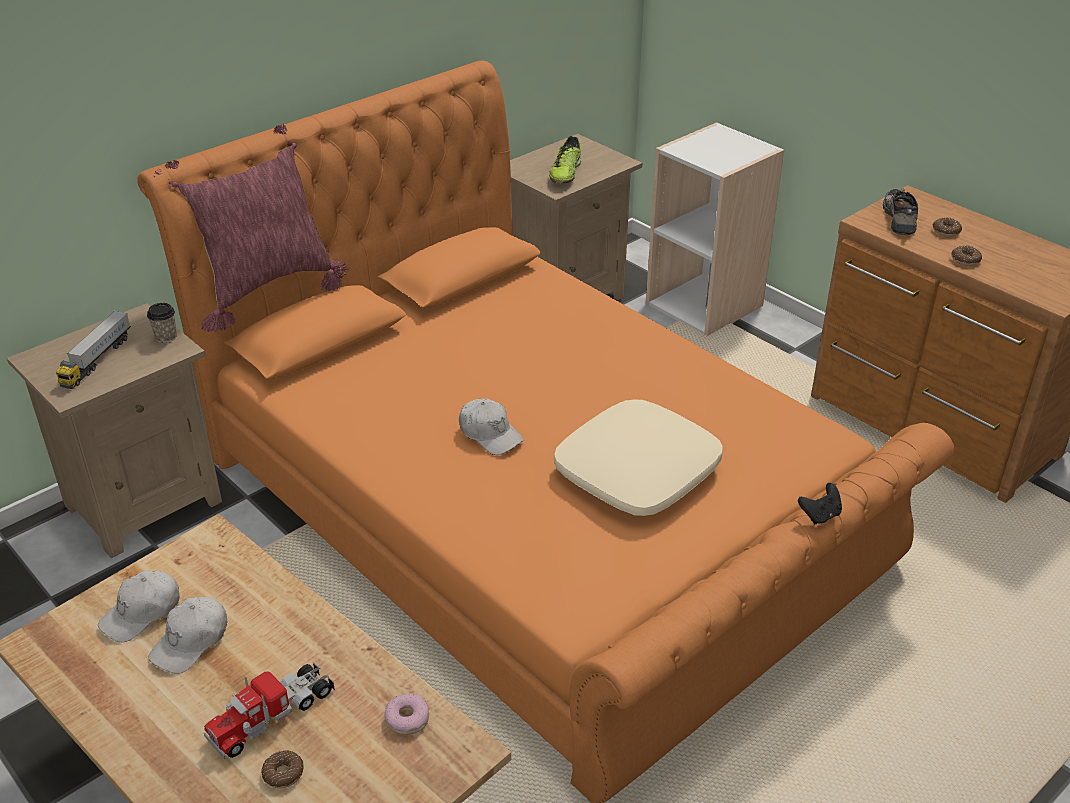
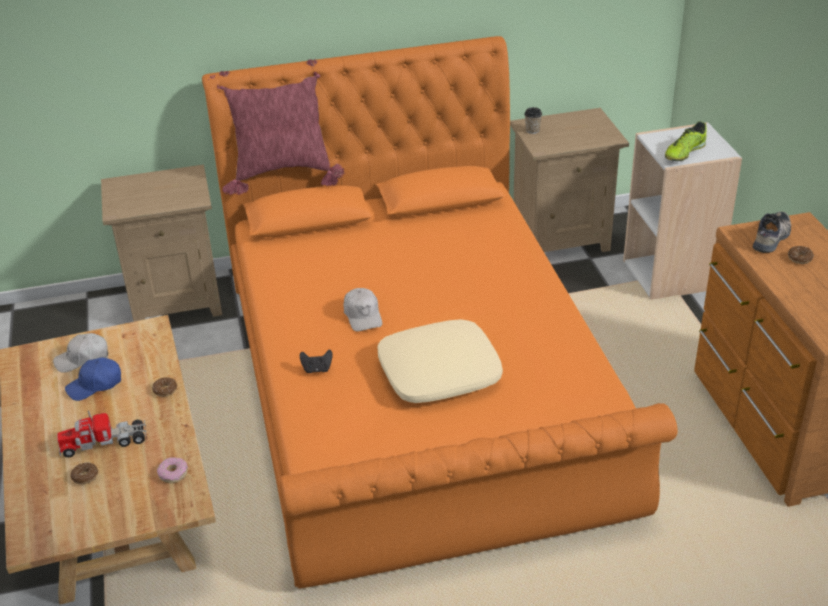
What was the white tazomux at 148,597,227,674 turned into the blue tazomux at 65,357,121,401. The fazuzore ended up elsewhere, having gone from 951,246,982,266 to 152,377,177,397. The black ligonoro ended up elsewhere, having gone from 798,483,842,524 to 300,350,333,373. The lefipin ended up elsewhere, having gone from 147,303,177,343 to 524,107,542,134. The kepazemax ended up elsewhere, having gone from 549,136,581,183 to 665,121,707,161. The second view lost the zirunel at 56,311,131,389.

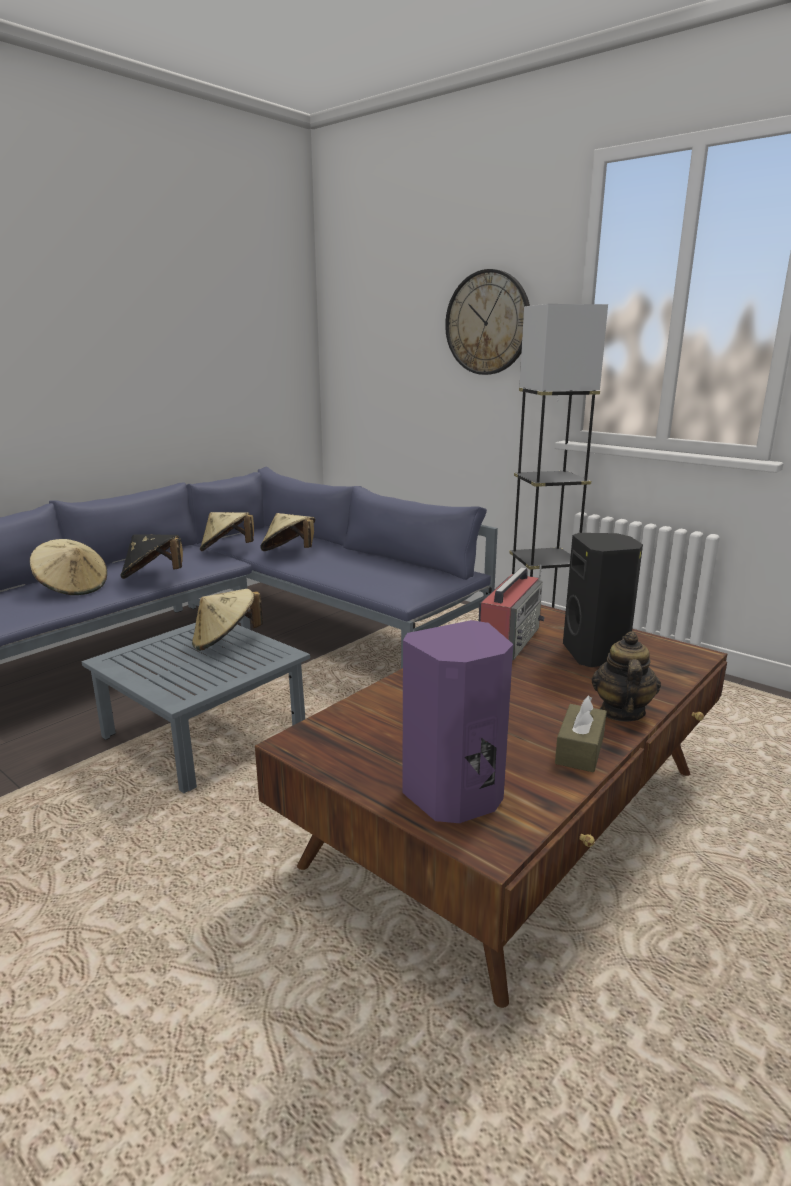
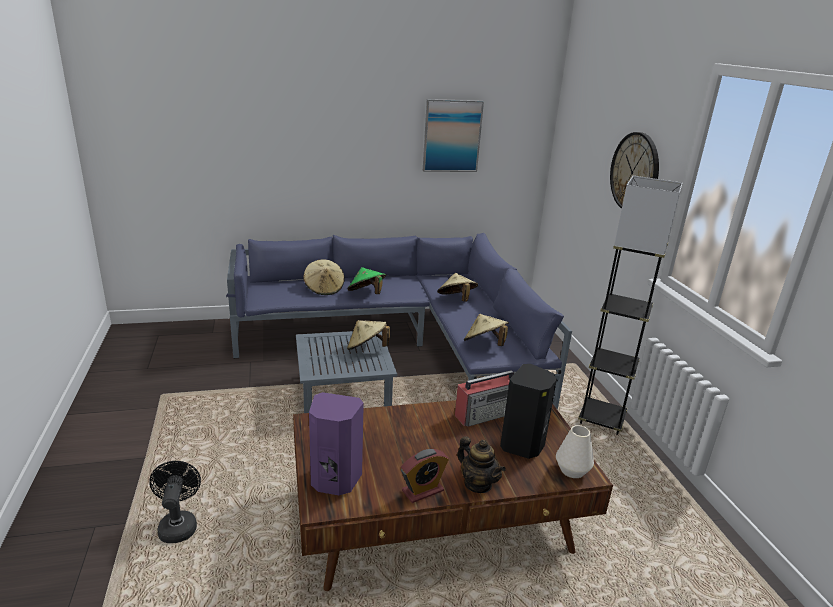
The second view gained the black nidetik at 149,461,201,543. What was the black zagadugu at 120,534,183,579 turned into the green zagadugu at 347,267,386,294. Where the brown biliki stood at 555,695,607,772, the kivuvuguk came to stand at 401,449,449,503. The second view gained the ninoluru at 423,99,484,172. The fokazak at 592,631,661,722 ended up facing another way, 90 degrees clockwise from before. The beige zagadugu ended up elsewhere, having gone from 200,512,254,551 to 464,314,509,346. The second view gained the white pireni at 556,425,594,478.

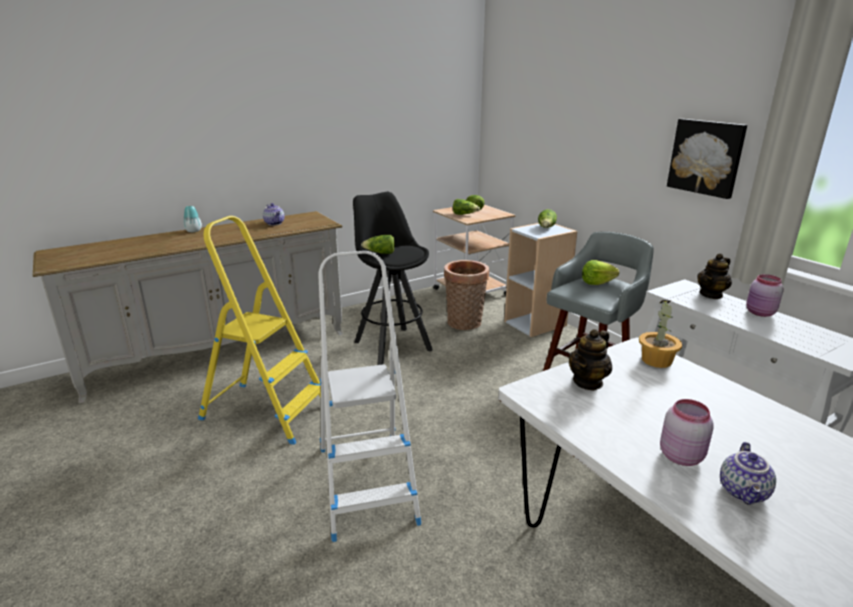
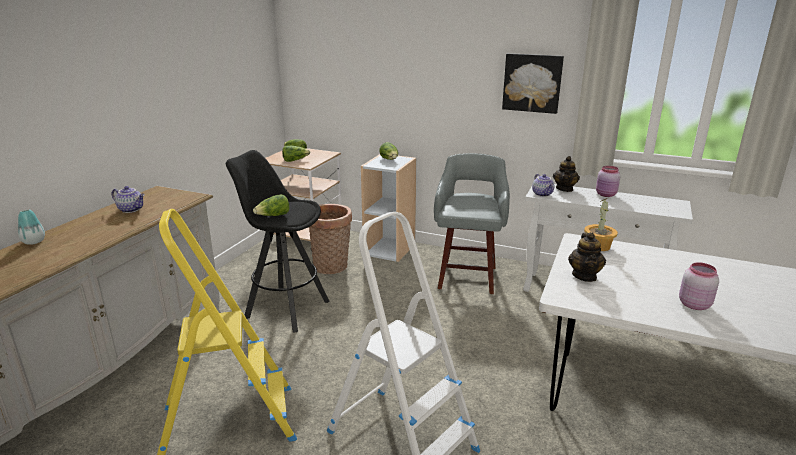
The fokazak ended up elsewhere, having gone from 720,442,776,504 to 532,174,554,197. The second view lost the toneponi at 582,260,619,285.

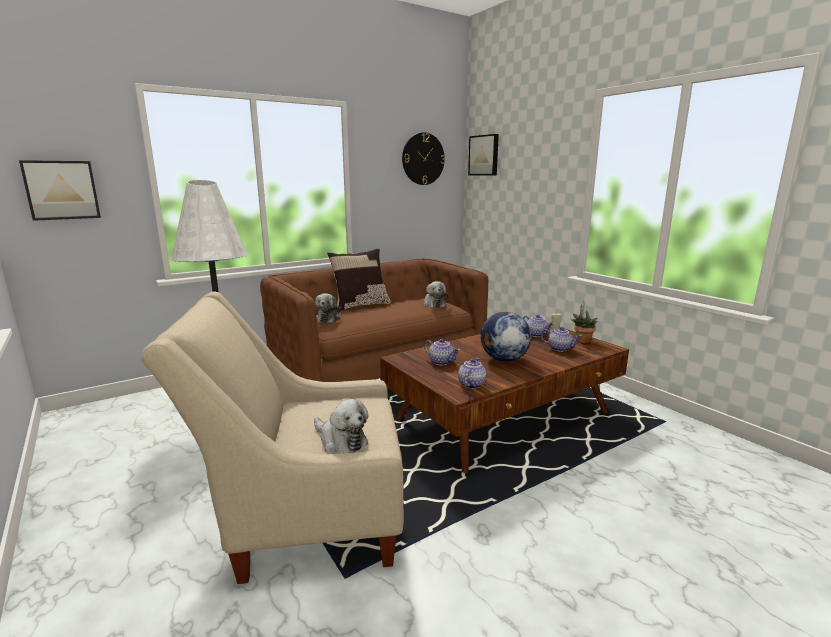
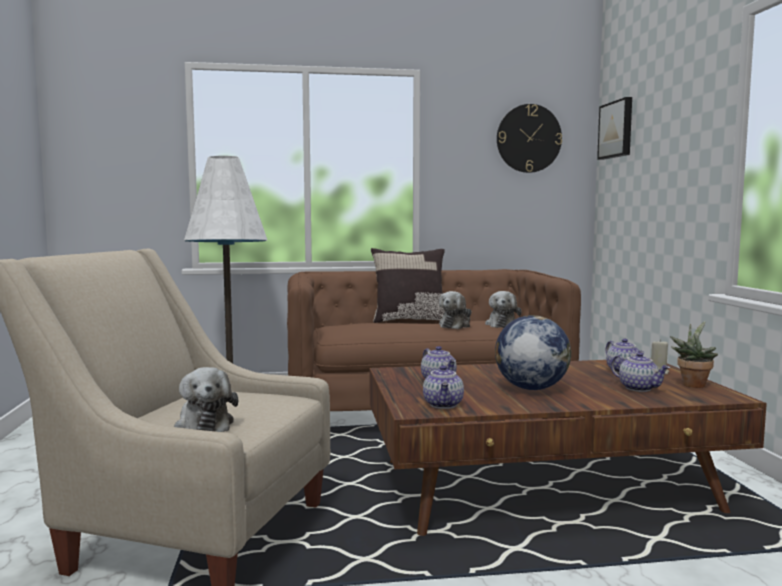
The fokazak at 458,358,487,389 ended up facing another way, 135 degrees clockwise from before. The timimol ended up elsewhere, having gone from 315,293,341,323 to 439,291,472,329. The second view lost the ninoluru at 19,160,101,221.

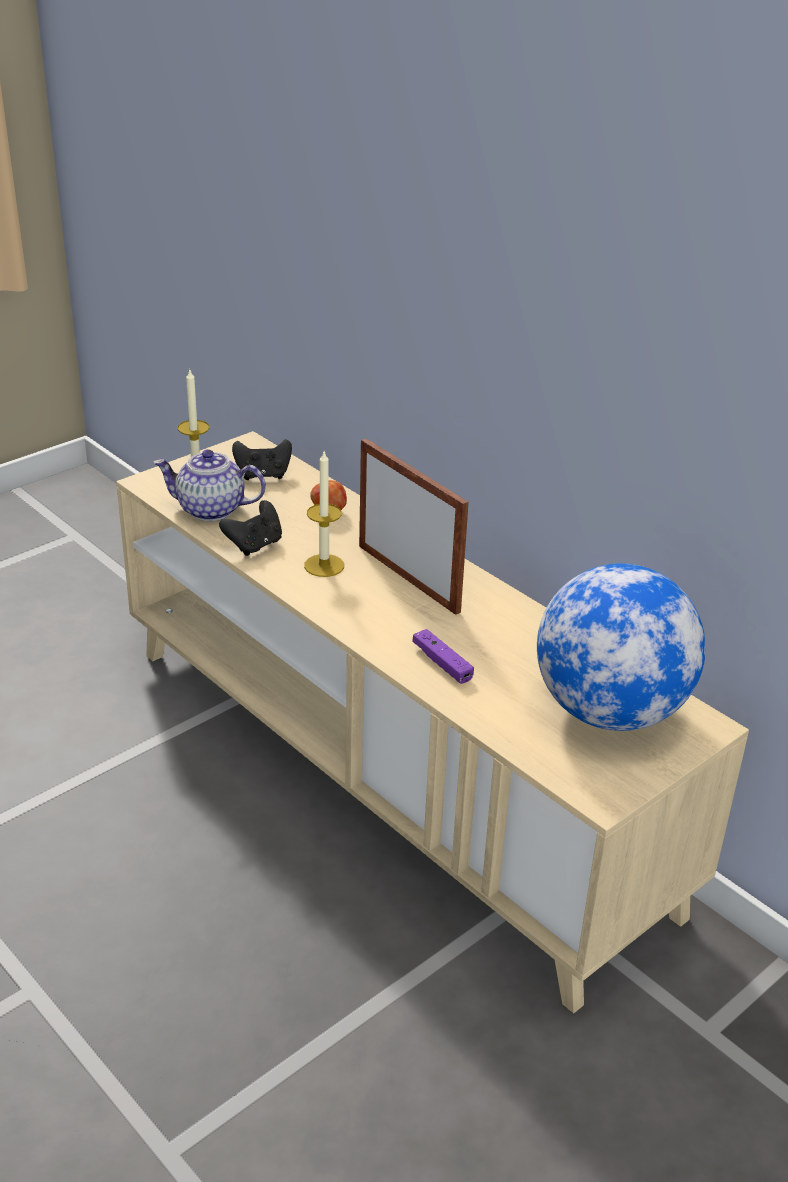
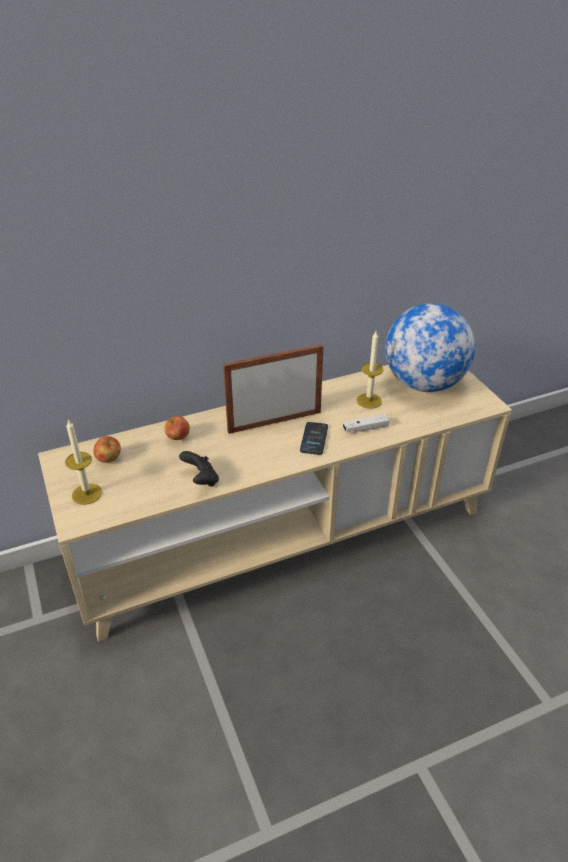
Where the black ligonoro stood at 232,439,292,480, the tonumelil came to stand at 93,436,121,462. The second view gained the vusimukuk at 300,422,328,455. What was the purple ligonoro at 412,629,474,684 turned into the white ligonoro at 343,414,390,433. The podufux ended up elsewhere, having gone from 304,452,344,577 to 357,331,383,409. The second view lost the fokazak at 153,449,266,521.

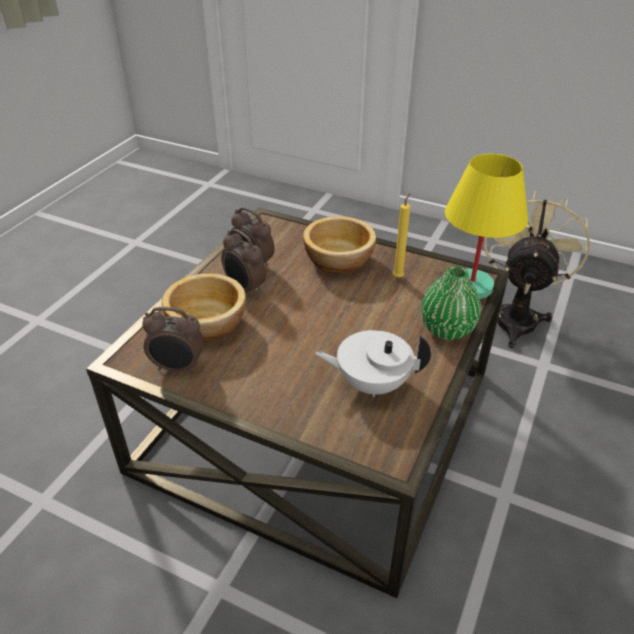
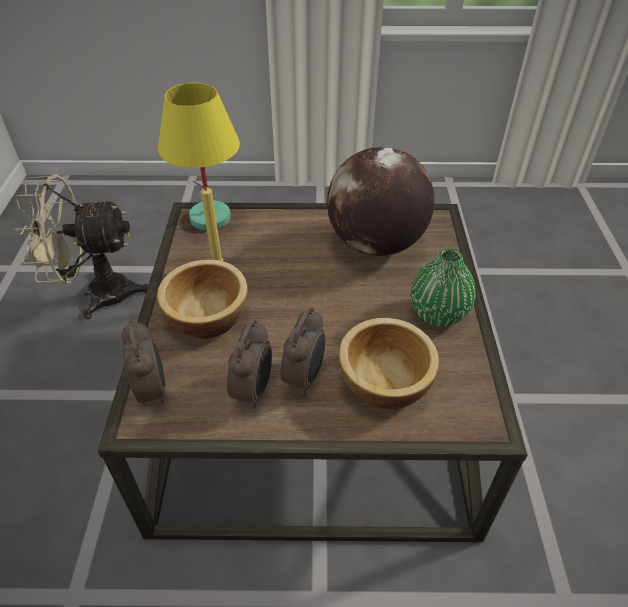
The kivuvuguk ended up elsewhere, having gone from 142,307,204,374 to 121,320,165,406. Where the white fokazak stood at 315,330,431,397, the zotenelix came to stand at 327,147,434,256. The green pireni ended up elsewhere, having gone from 421,266,481,340 to 411,248,476,326.

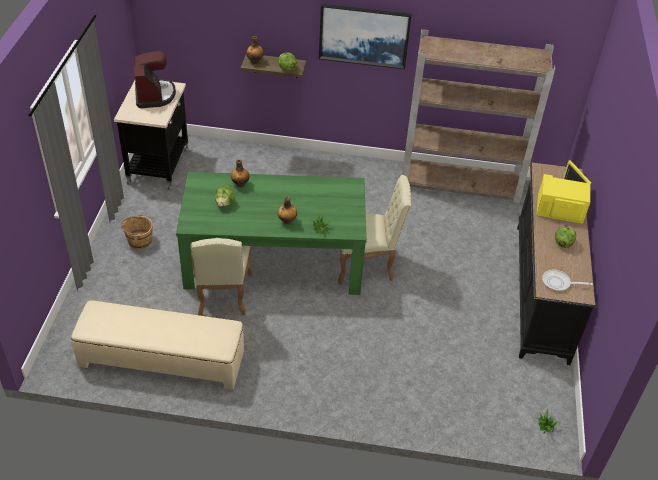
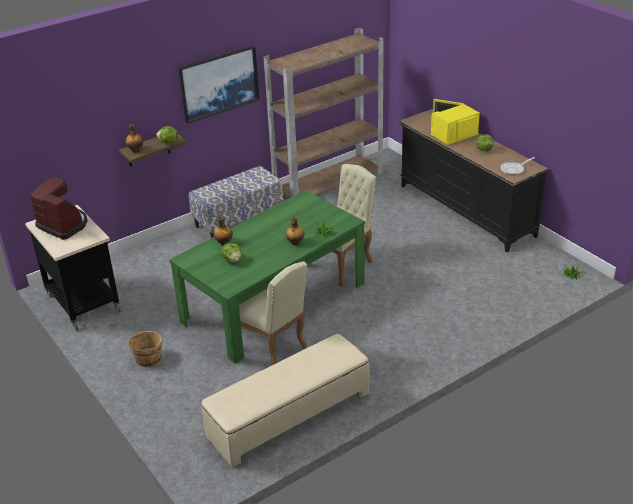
The second view gained the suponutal at 188,166,283,238.

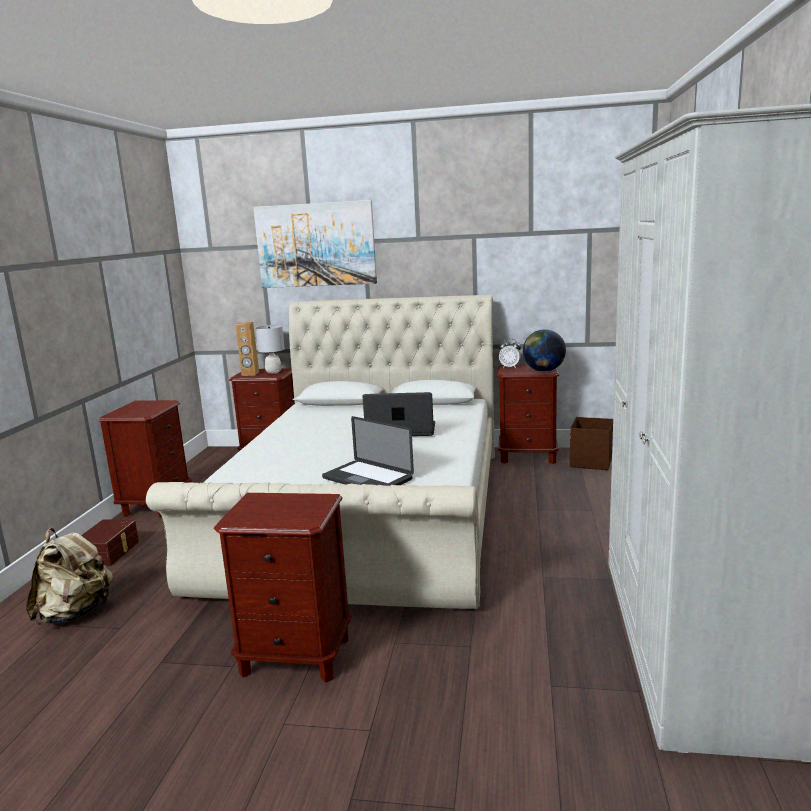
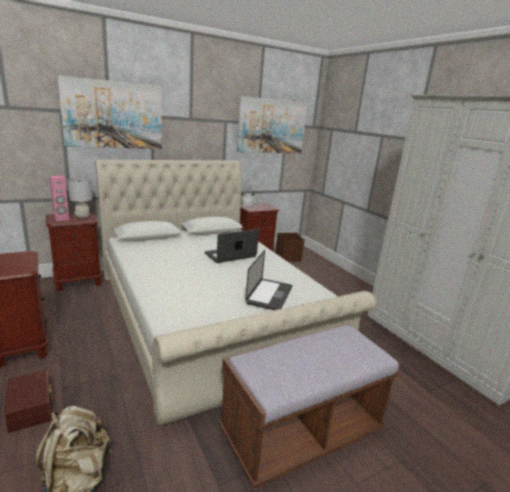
What was the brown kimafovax at 236,322,259,376 turned into the pink kimafovax at 50,176,69,221. Where the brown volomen stood at 214,493,352,683, the brown suponutal came to stand at 219,324,401,488. The second view gained the ninoluru at 237,96,307,153. The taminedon at 322,416,414,486 ended up facing another way, 75 degrees counterclockwise from before. The second view lost the zotenelix at 523,329,566,372.

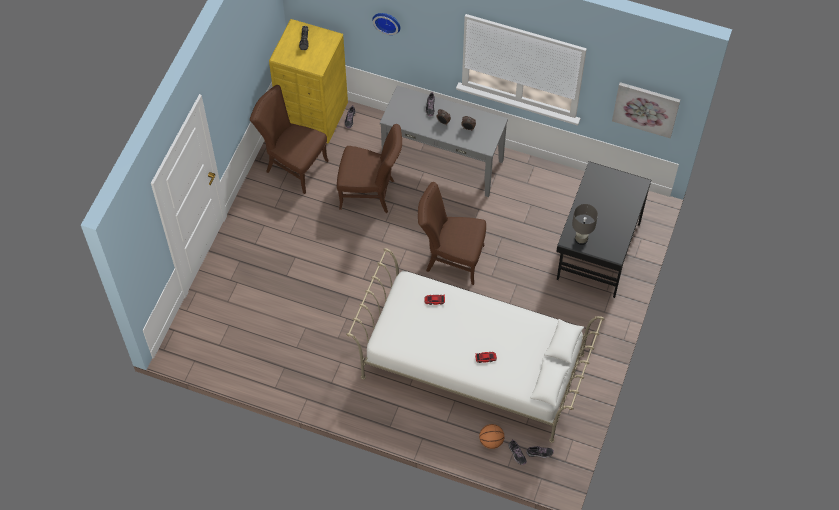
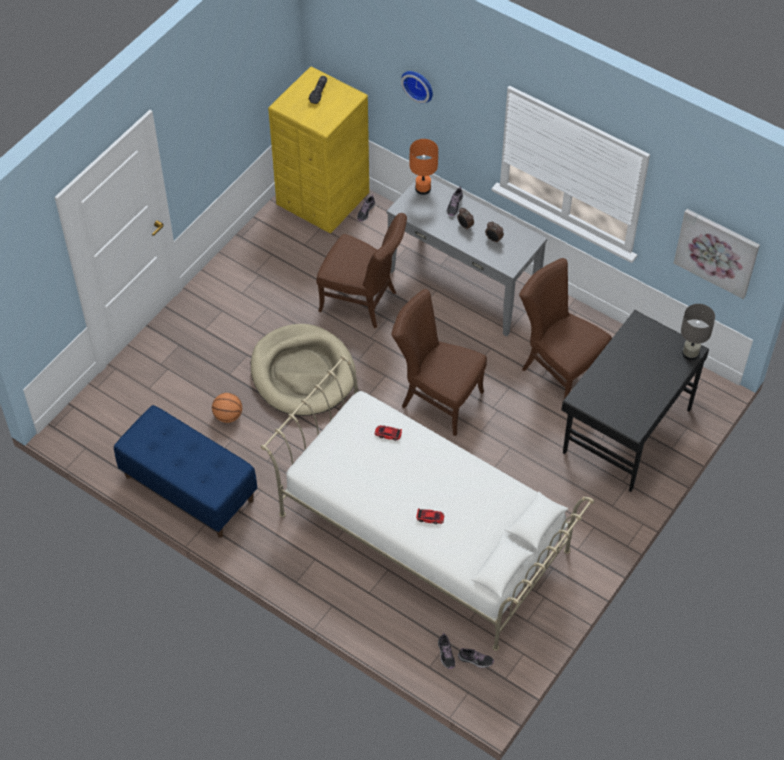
The second view gained the blue suponutal at 114,405,257,538. The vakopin ended up elsewhere, having gone from 479,424,505,449 to 212,393,242,423. The second view gained the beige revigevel at 251,324,356,416. The second view gained the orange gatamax at 410,139,438,195. The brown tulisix ended up elsewhere, having gone from 250,85,329,194 to 519,258,612,399. The grey gatamax ended up elsewhere, having gone from 572,204,598,245 to 681,304,715,360.

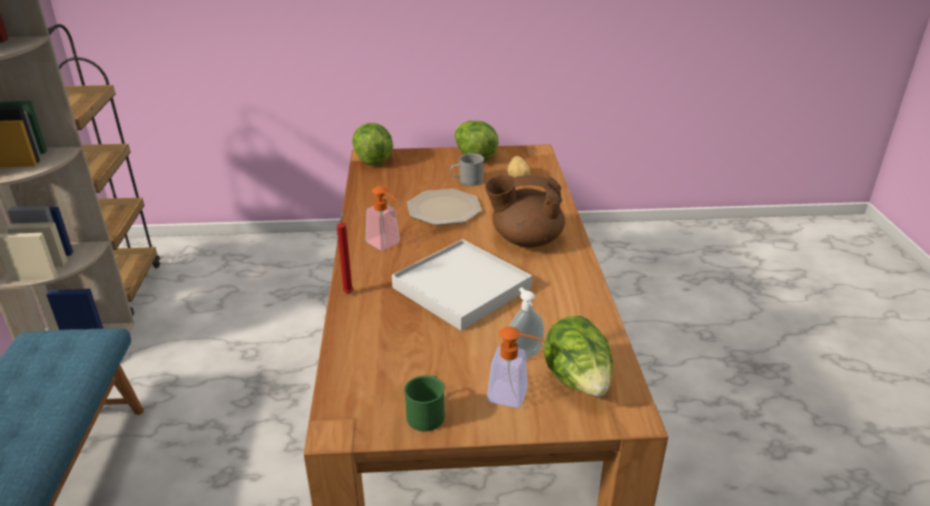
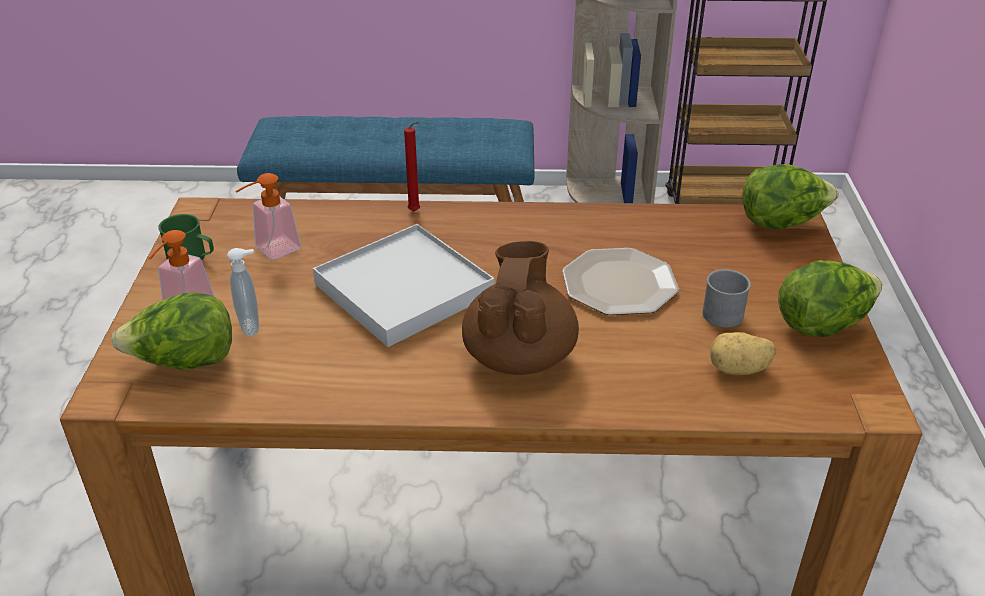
The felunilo ended up elsewhere, having gone from 366,186,400,250 to 235,173,301,259.

